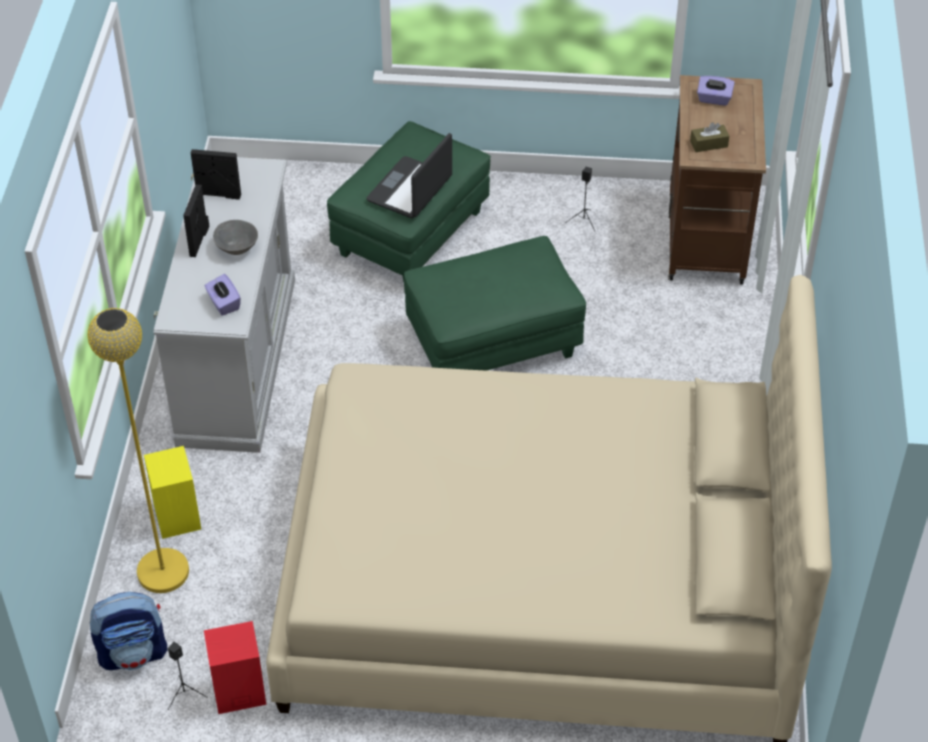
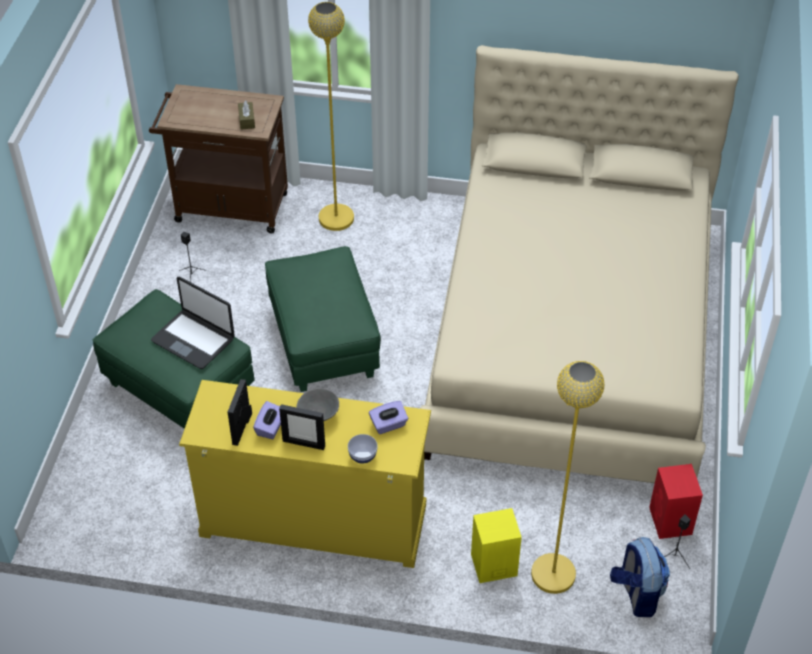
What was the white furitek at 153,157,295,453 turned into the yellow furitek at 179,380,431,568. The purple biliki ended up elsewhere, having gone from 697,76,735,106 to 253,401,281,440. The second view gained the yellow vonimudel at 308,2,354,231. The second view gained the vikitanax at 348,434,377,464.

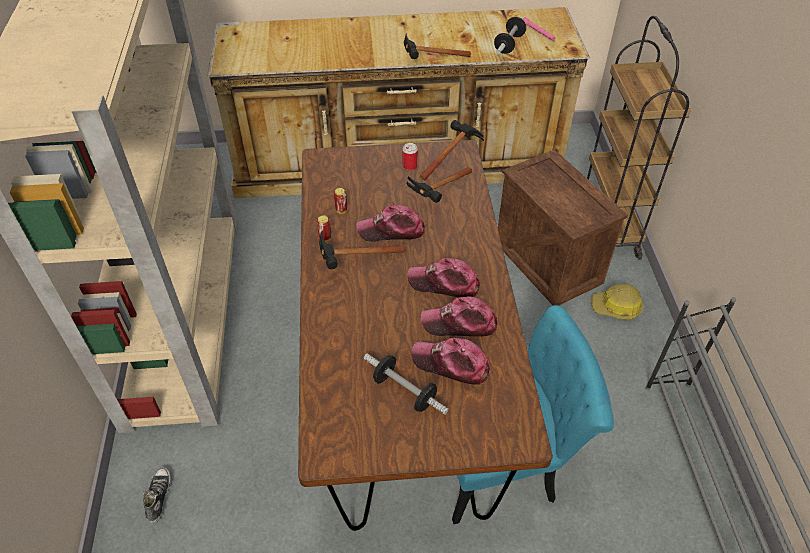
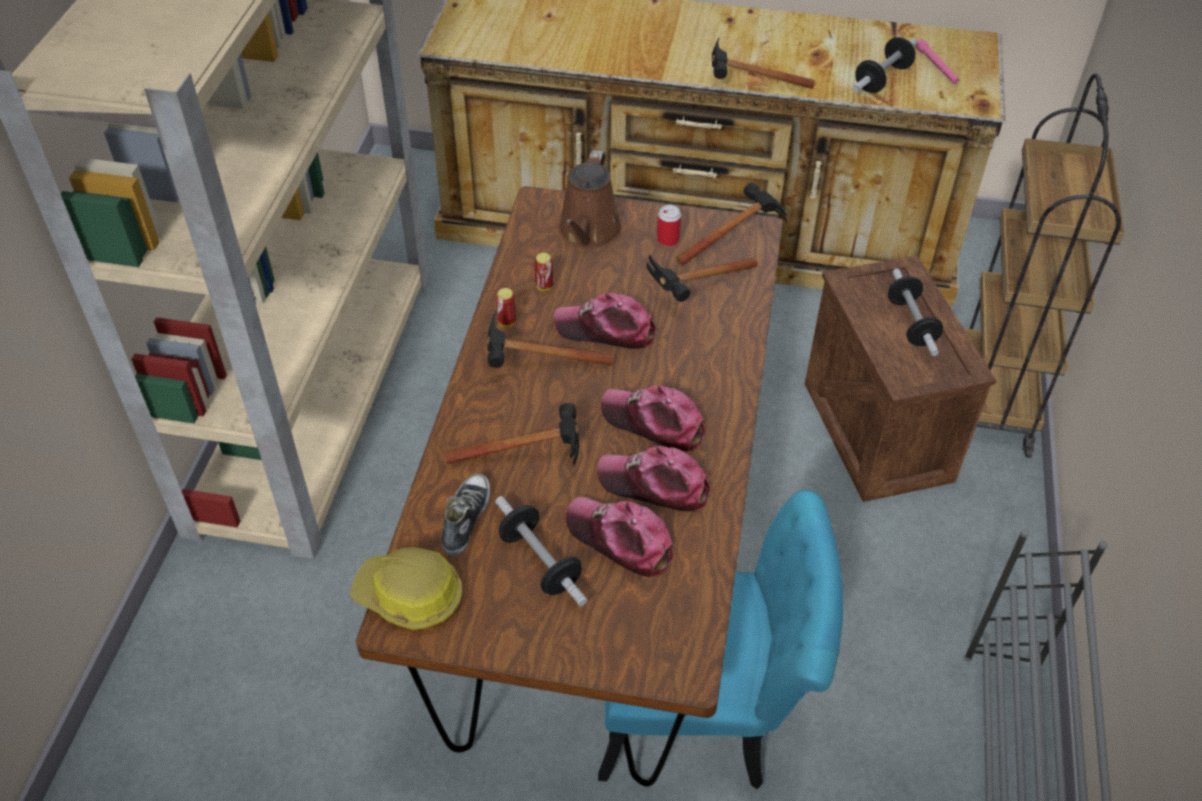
The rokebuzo ended up elsewhere, having gone from 591,284,643,319 to 350,547,463,630. The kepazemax ended up elsewhere, having gone from 143,467,171,523 to 441,474,490,556. The second view gained the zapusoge at 445,403,579,465. The second view gained the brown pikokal at 558,150,622,249. The second view gained the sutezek at 888,269,943,356.

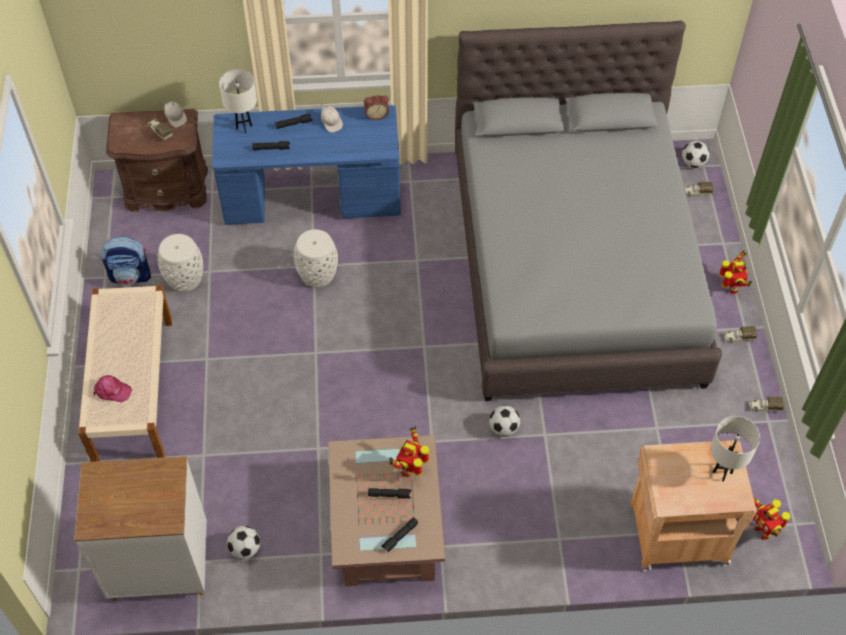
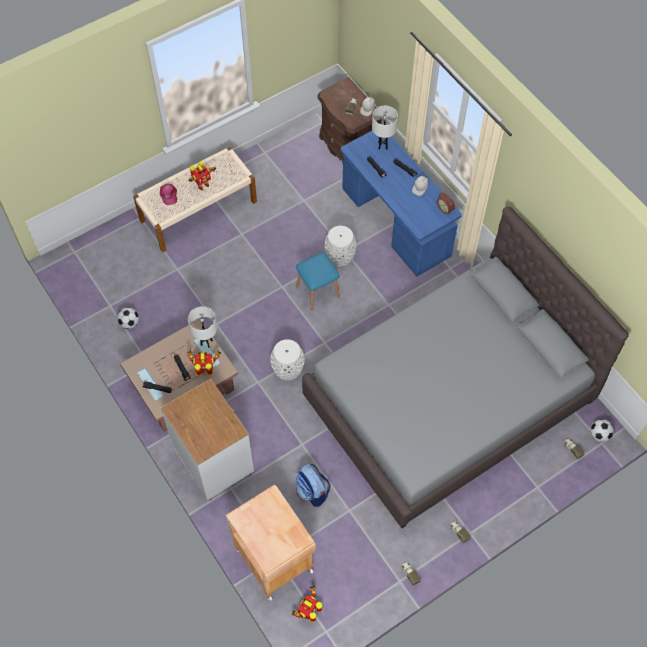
The furitek ended up elsewhere, having gone from 74,456,207,601 to 161,379,254,501. The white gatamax ended up elsewhere, having gone from 711,416,760,482 to 188,306,217,348. The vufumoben ended up elsewhere, having gone from 719,250,752,294 to 189,161,216,190. The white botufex ended up elsewhere, having gone from 158,234,203,292 to 271,339,304,381. The second view gained the blue botufex at 296,253,340,310. The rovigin ended up elsewhere, having gone from 101,237,151,285 to 296,464,330,507. The second view lost the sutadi at 489,405,520,437.

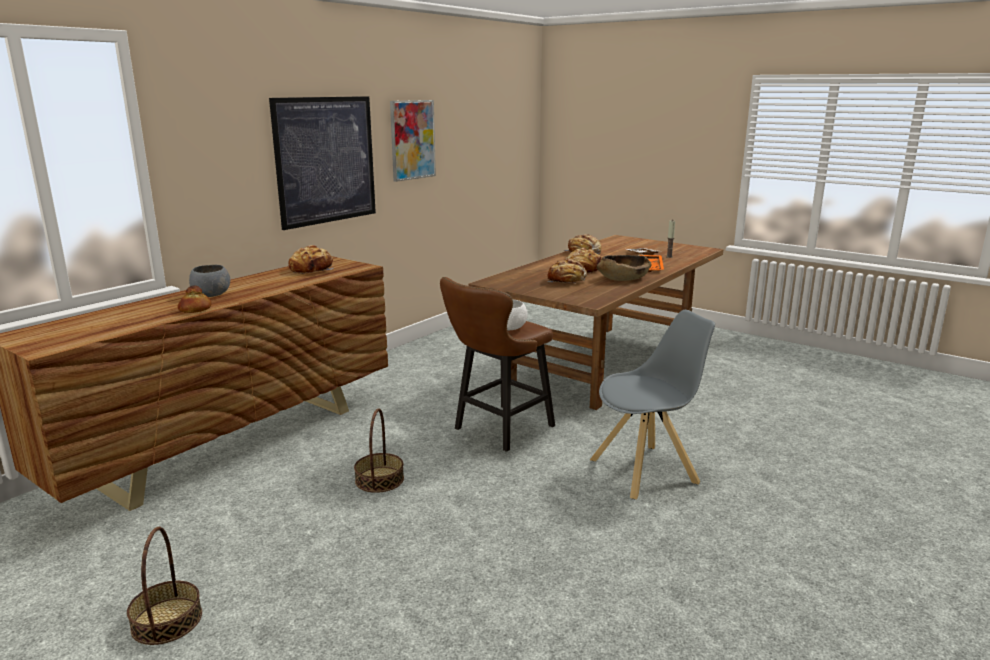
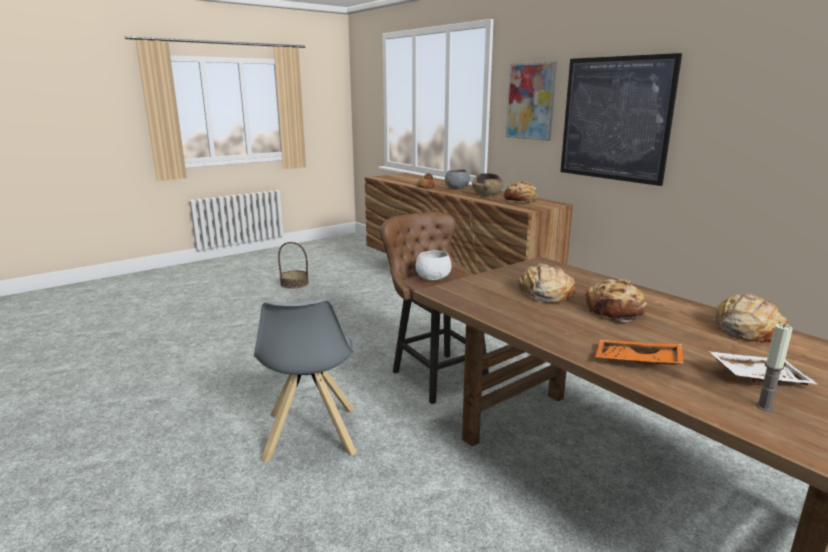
The brown vikitanax ended up elsewhere, having gone from 597,255,652,281 to 472,173,503,196. The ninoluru ended up elsewhere, having gone from 390,100,436,182 to 506,62,557,141. The second view lost the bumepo at 354,408,404,493.

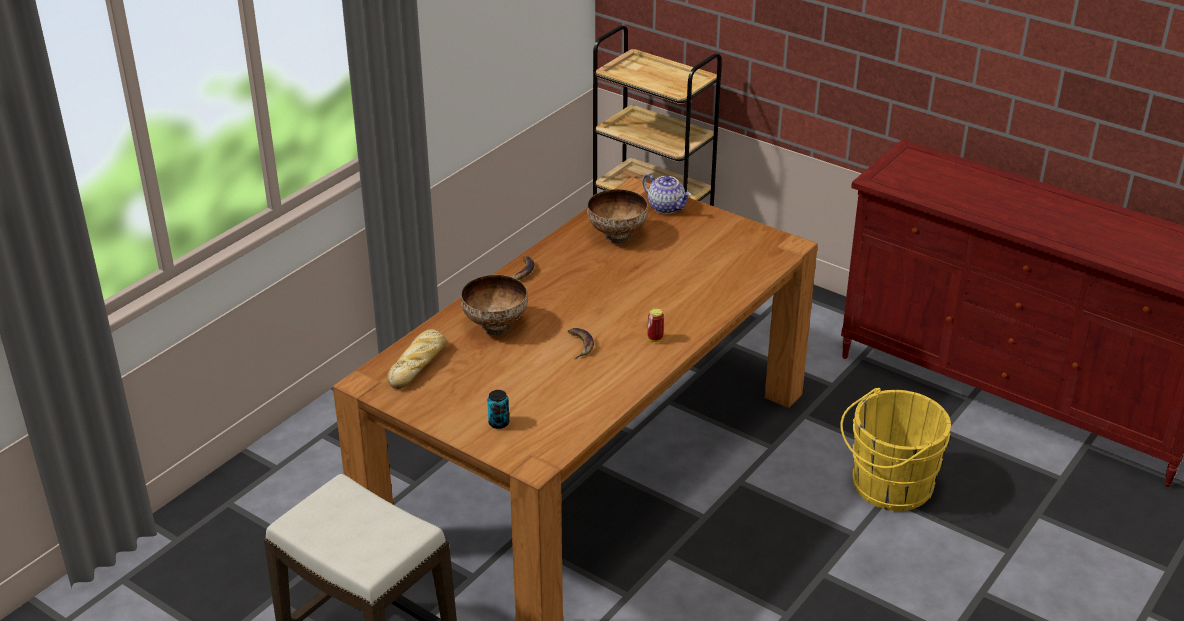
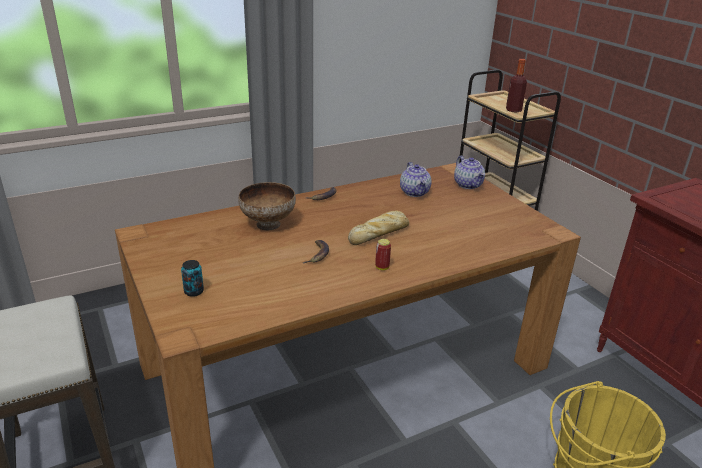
The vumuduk ended up elsewhere, having gone from 387,329,447,389 to 348,211,409,245. Where the vikitanax stood at 587,189,648,243, the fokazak came to stand at 400,162,431,197. The second view gained the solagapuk at 506,59,527,113.

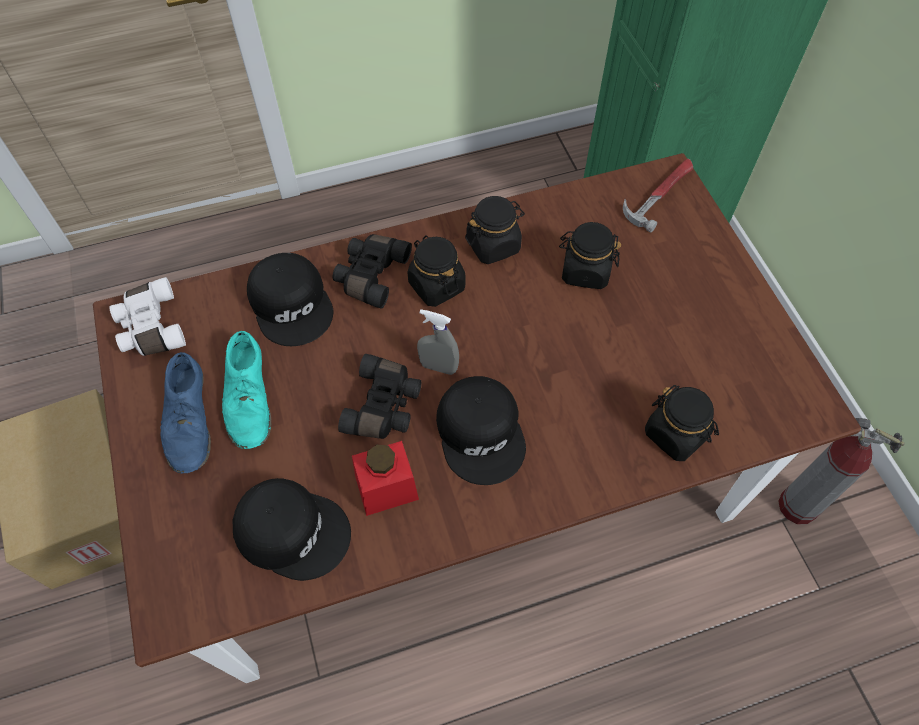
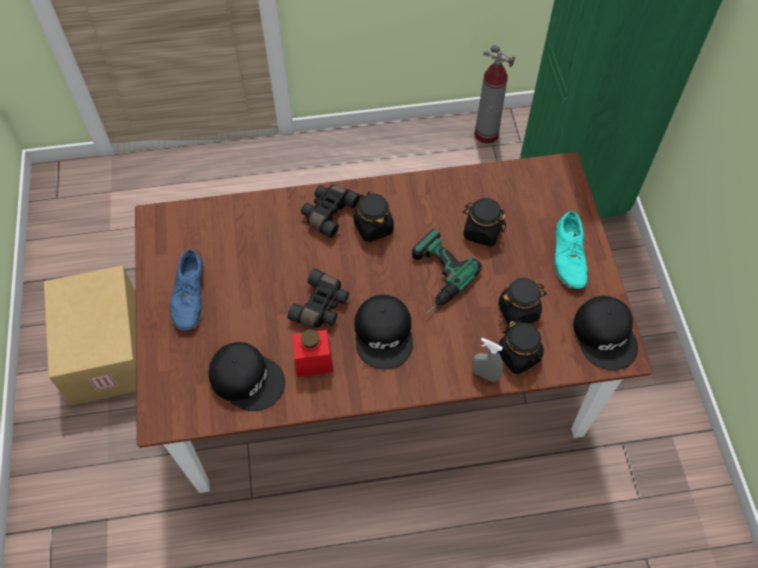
The second view gained the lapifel at 412,228,482,314. The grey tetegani ended up elsewhere, having gone from 417,309,459,375 to 472,338,503,382. The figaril ended up elsewhere, having gone from 778,418,905,524 to 474,45,515,144. The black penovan ended up elsewhere, having gone from 465,196,525,264 to 498,278,547,325. The turquoise kepazemax ended up elsewhere, having gone from 222,331,271,449 to 555,211,588,289. The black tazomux ended up elsewhere, having gone from 247,253,333,346 to 573,296,638,370. The second view lost the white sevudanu at 109,277,186,356. The second view lost the zapusoge at 623,159,693,233.

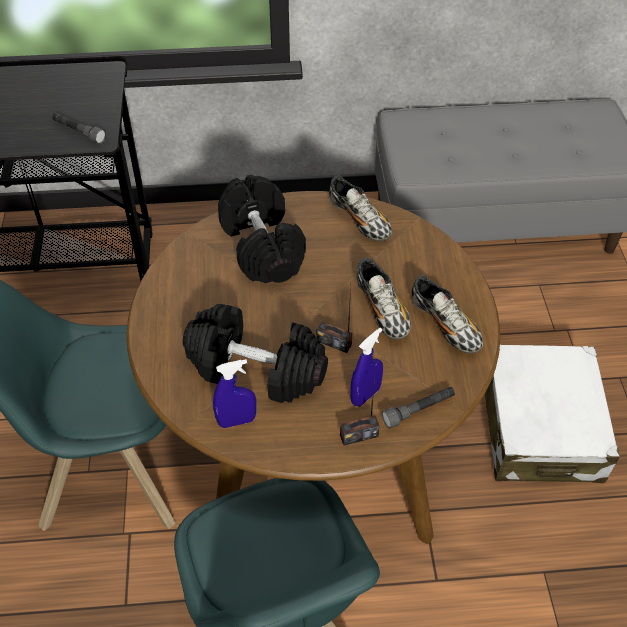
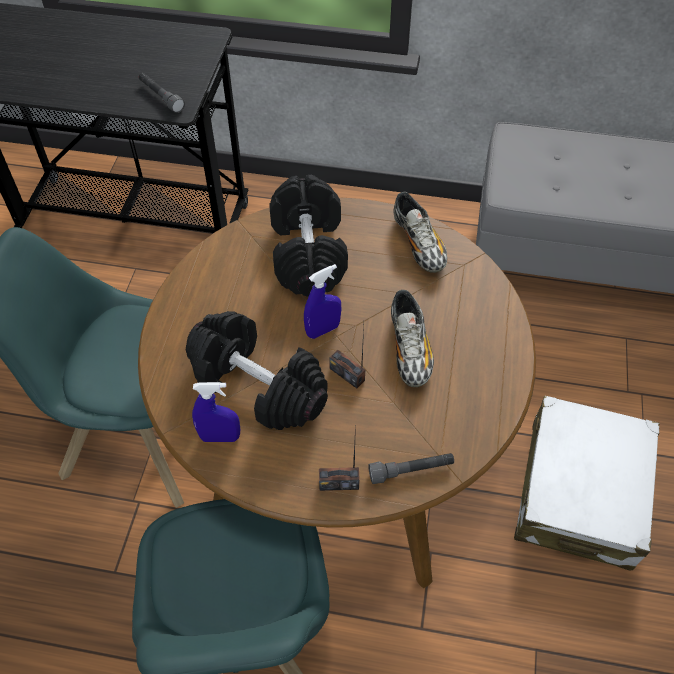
The blue tetegani ended up elsewhere, having gone from 350,328,383,406 to 304,264,341,339. The second view lost the kepazemax at 411,275,483,354.

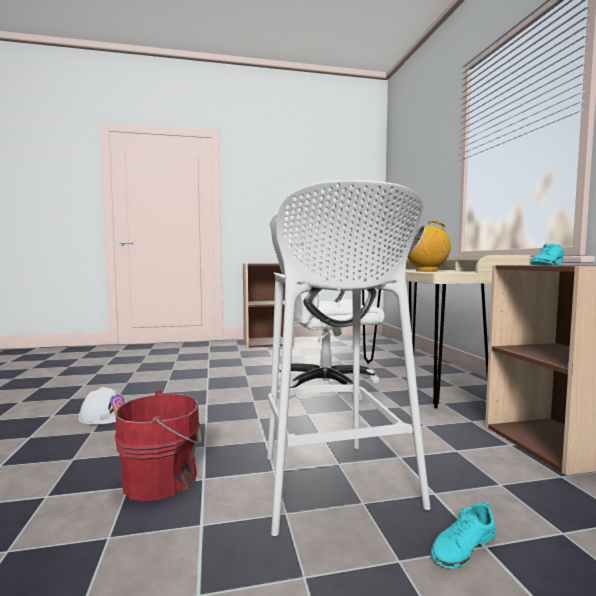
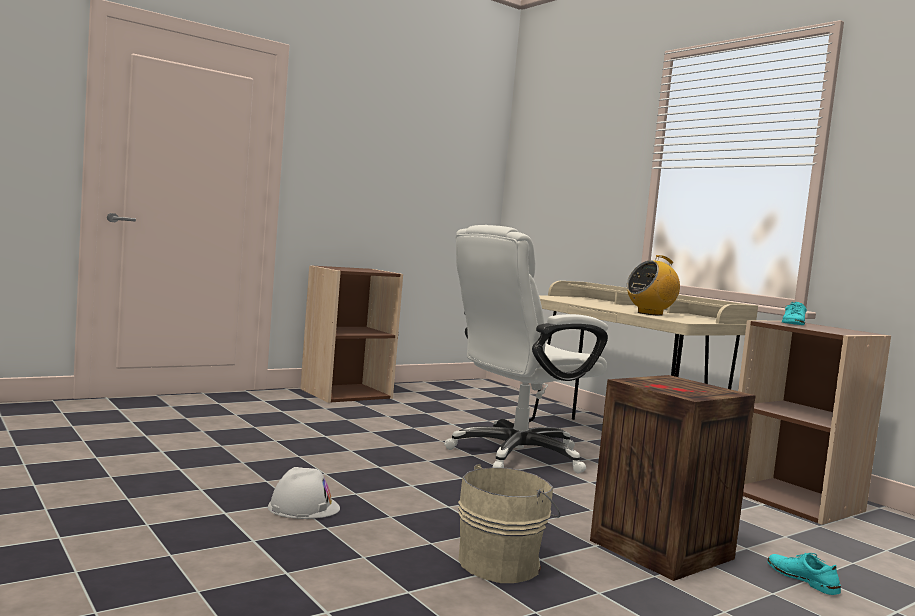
What was the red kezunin at 115,390,202,501 turned into the beige kezunin at 458,464,560,583. Where the white botufex stood at 267,180,431,536, the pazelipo came to stand at 590,375,756,581. The turquoise kepazemax at 430,502,495,568 ended up facing another way, 120 degrees clockwise from before.

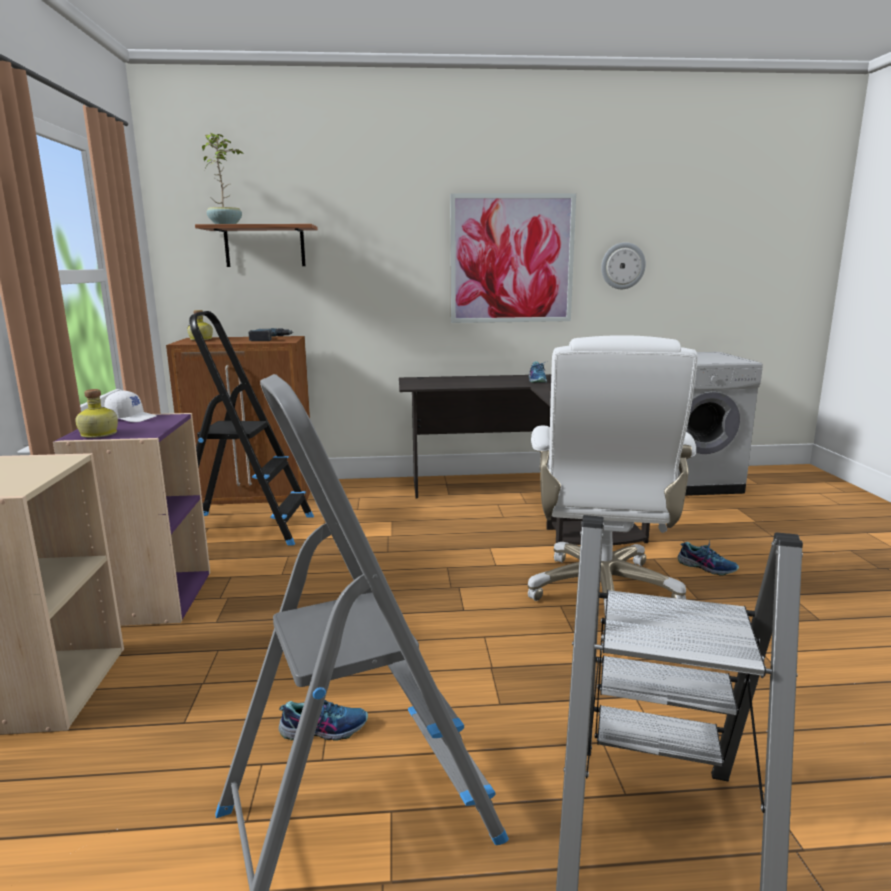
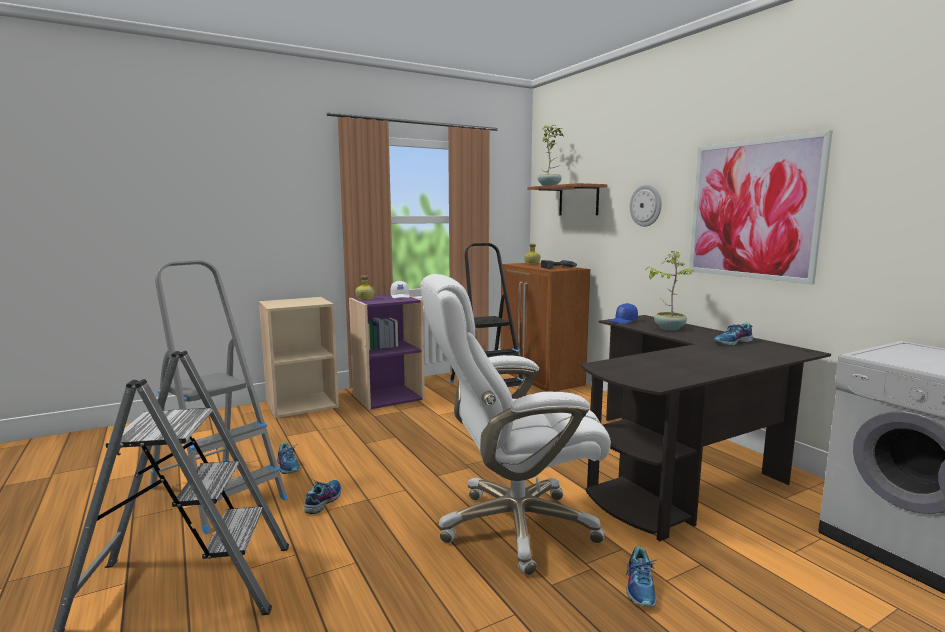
The second view gained the kepazemax at 304,479,341,514. The second view gained the blue tazomux at 610,303,638,324. The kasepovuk ended up elsewhere, having gone from 601,242,646,289 to 630,184,662,227. The second view gained the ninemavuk at 645,251,694,331.

